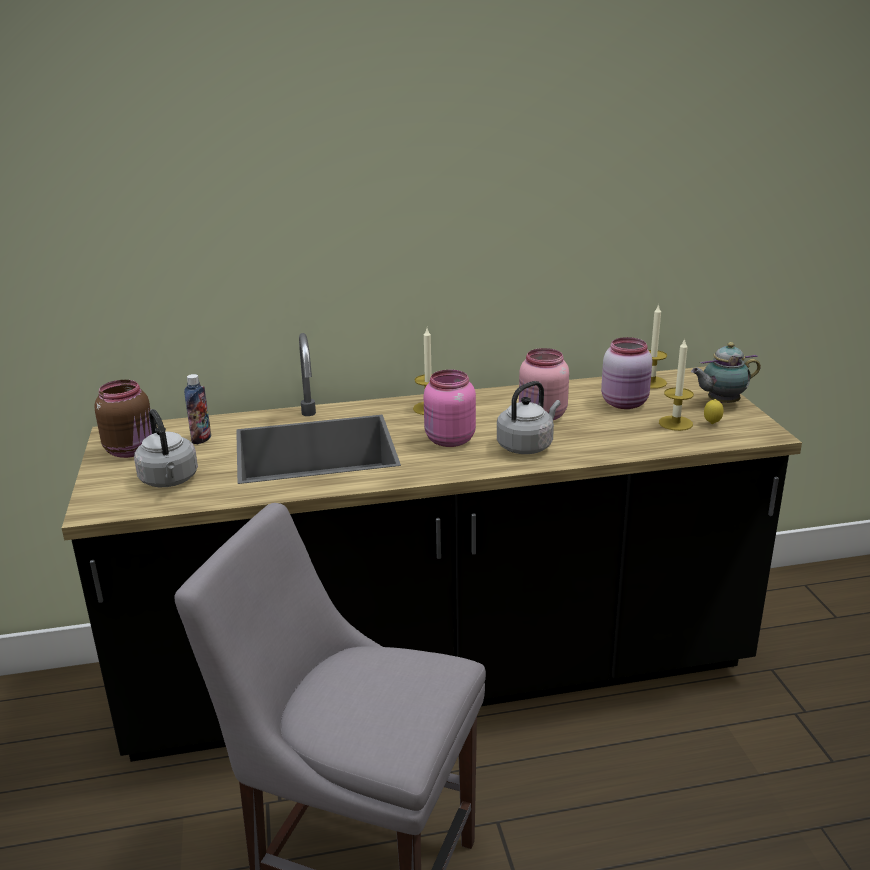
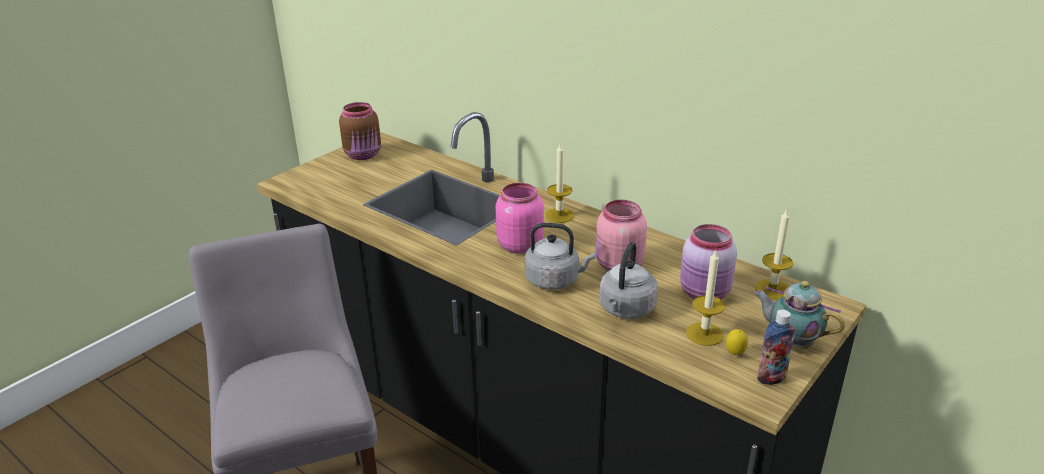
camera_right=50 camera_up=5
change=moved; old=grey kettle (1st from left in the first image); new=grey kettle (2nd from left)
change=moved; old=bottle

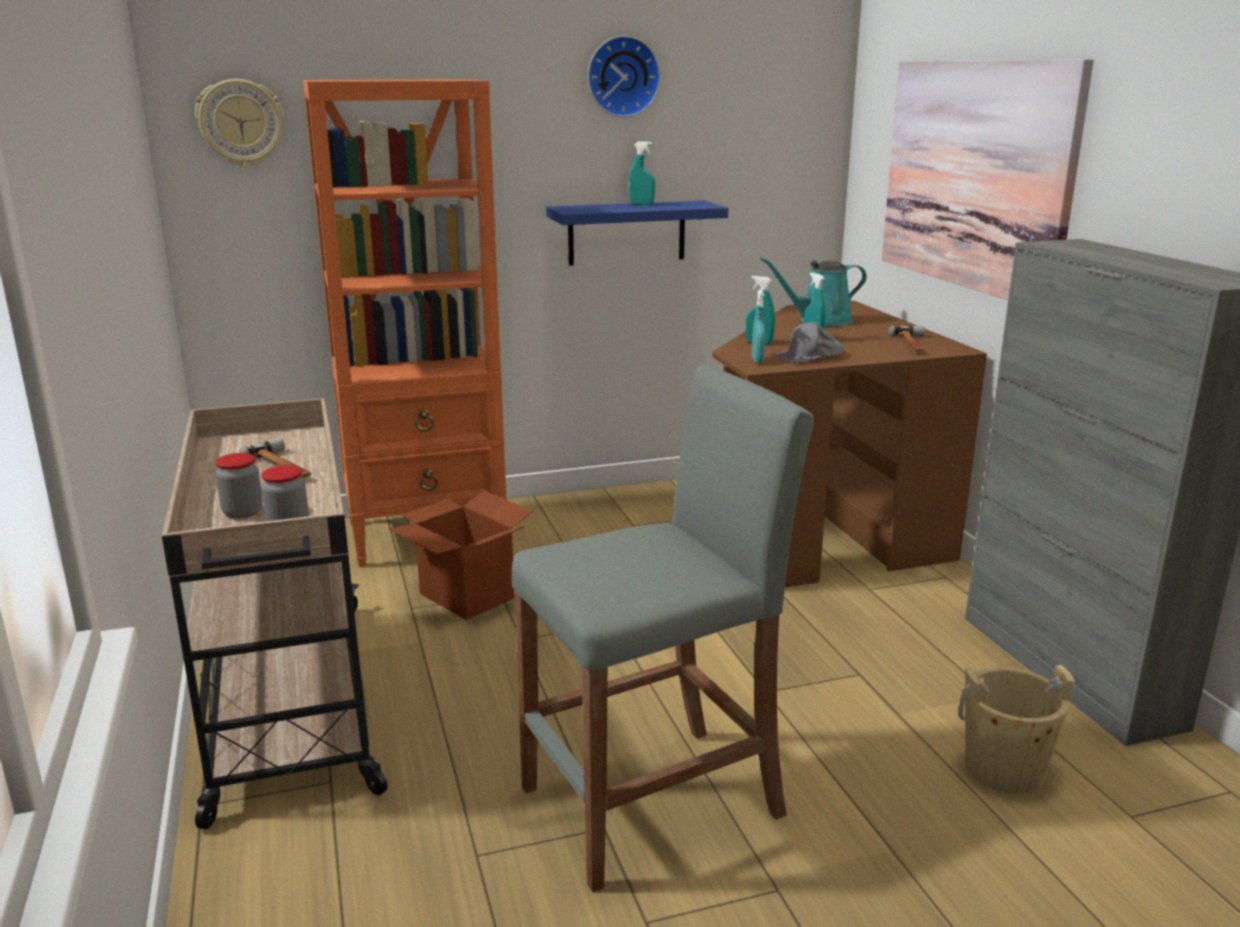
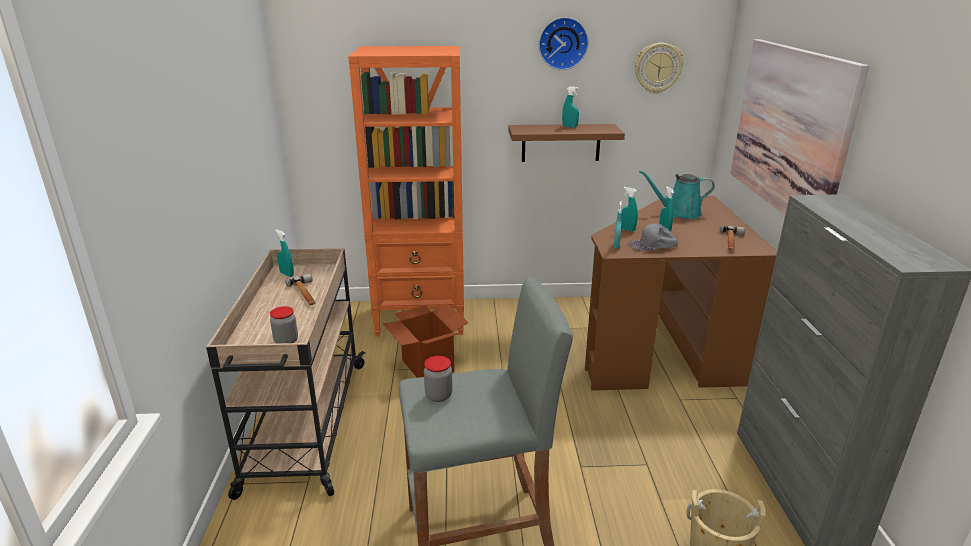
camera_right=15 camera_up=5
change=moved; old=wall clock (1st from left in the first image); new=wall clock (2nd from left)
change=moved; old=jar (1st from left in the first image); new=jar (2nd from left)
change=recoloured; old=blue shelf; new=brown shelf
change=added; new=turquoise spray bottle (1st from left)

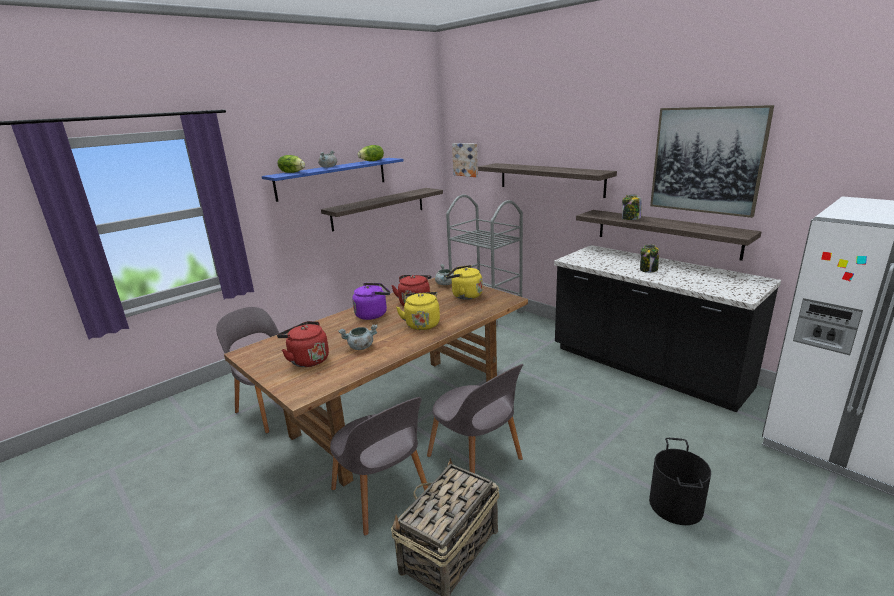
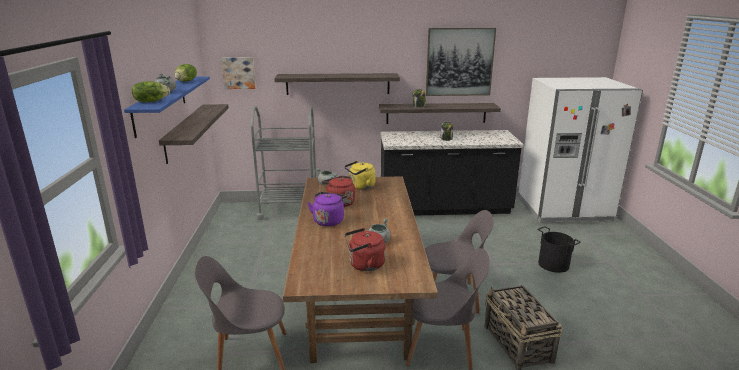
camera_right=-50 camera_up=0
change=removed; old=yellow kettle (1st from left)

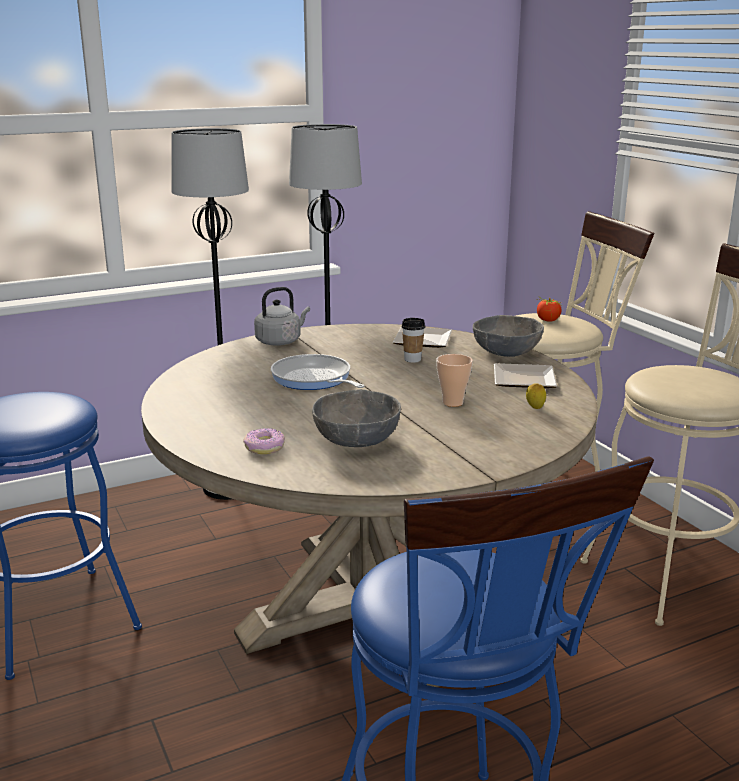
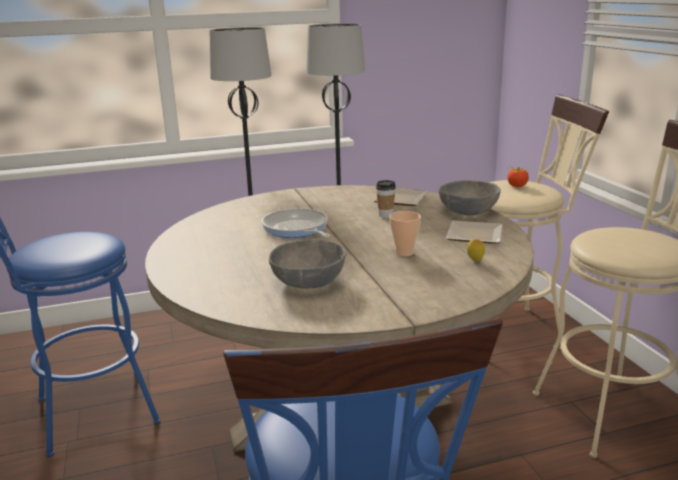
camera_right=10 camera_up=0
change=removed; old=donut
change=removed; old=grey kettle

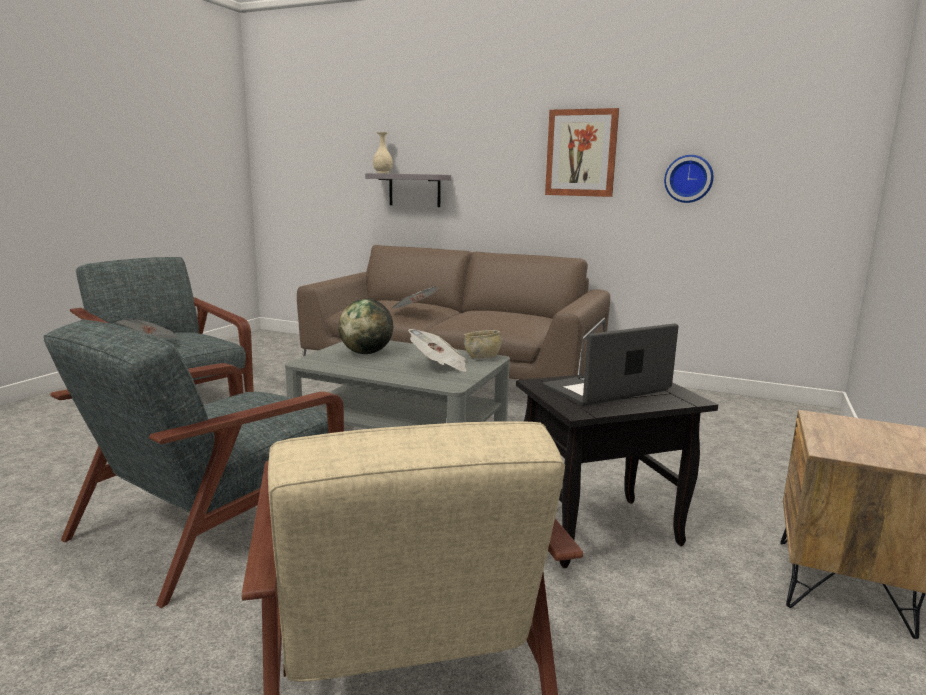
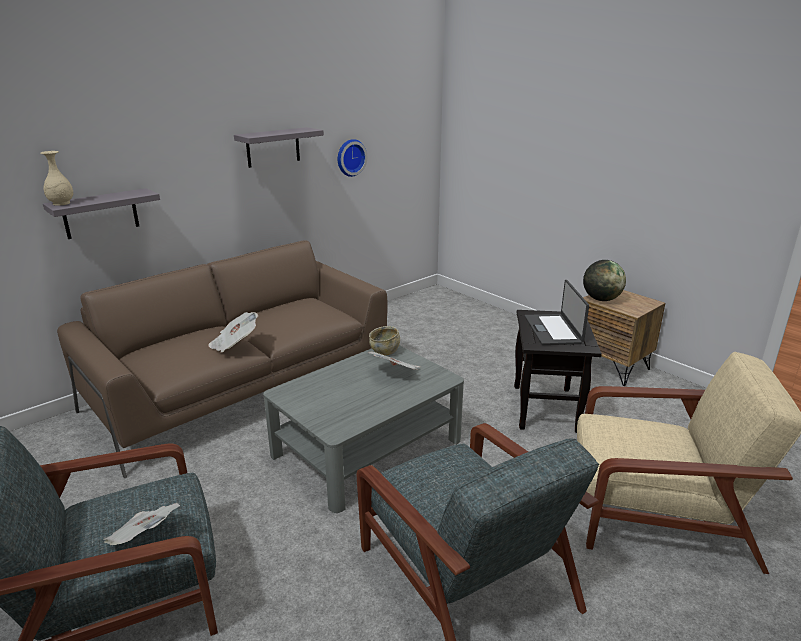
camera_right=-65 camera_up=10
change=moved; old=globe
change=replaced; old=picture; new=grey shelf (2nd from left)

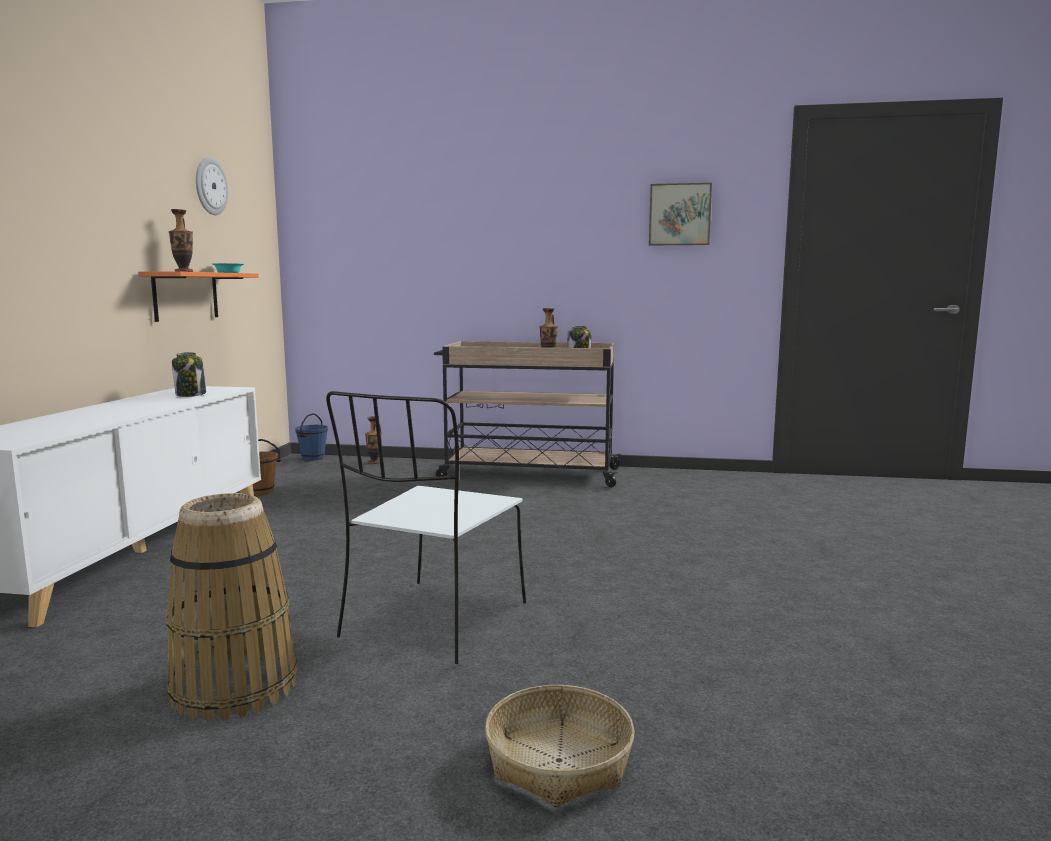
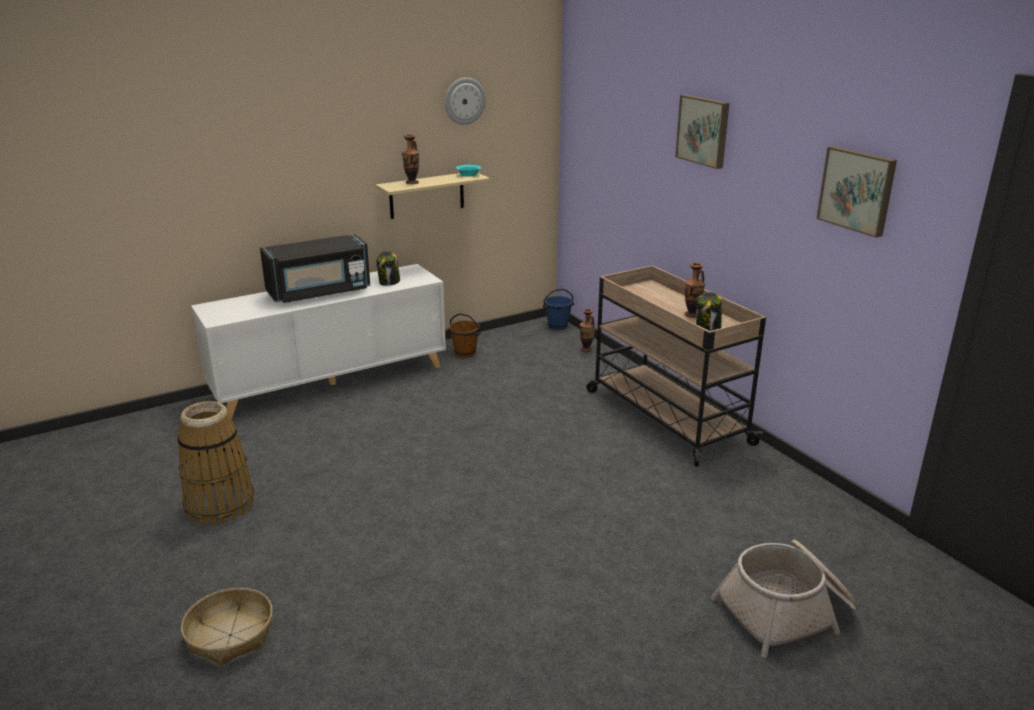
camera_right=50 camera_up=15
change=recoloured; old=orange shelf; new=beige shelf
change=removed; old=white chair
change=added; new=black microwave
change=added; new=picture (1st from left)
change=added; new=basket (3rd from left)

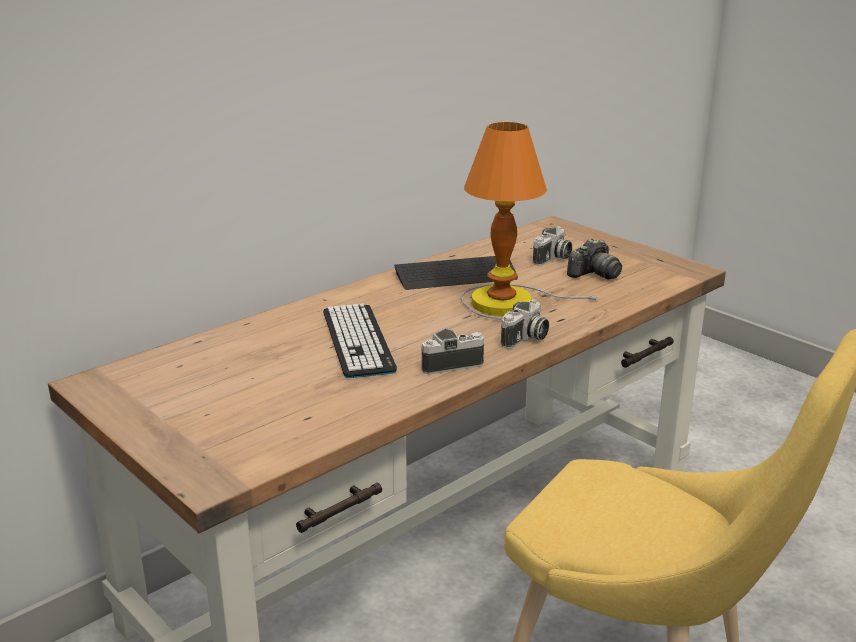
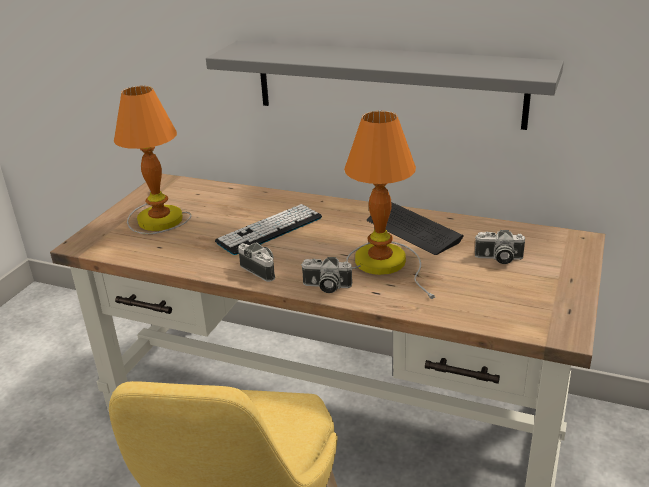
camera_right=65 camera_up=5
change=removed; old=photo camera (4th from left)
change=added; new=table lamp (1st from left)
change=added; new=grey shelf

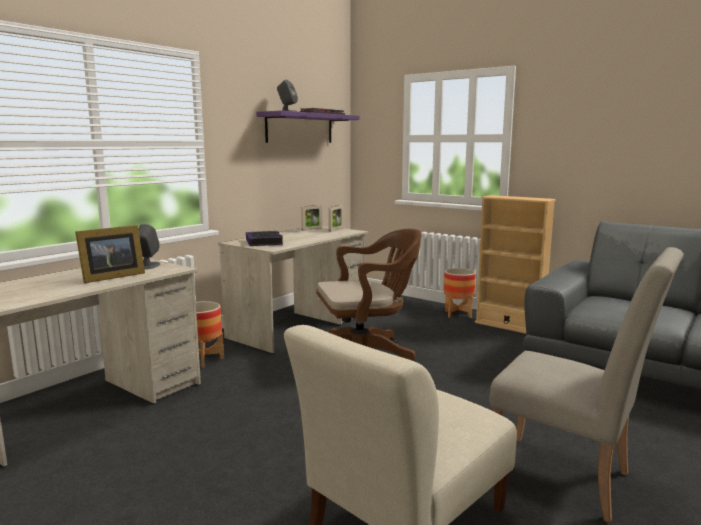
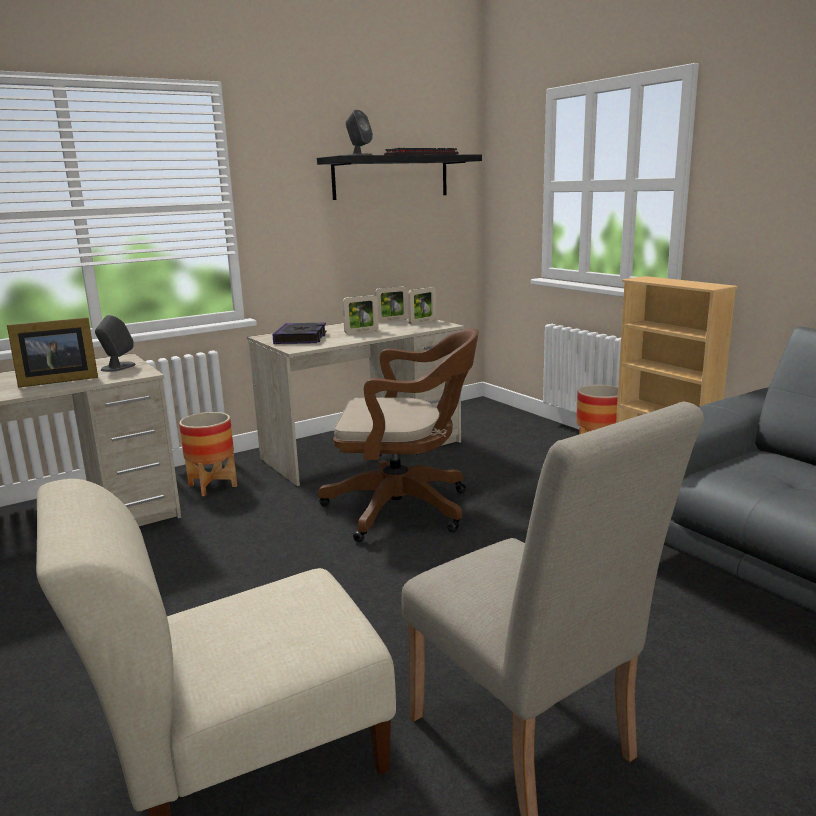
camera_right=20 camera_up=5
change=recoloured; old=purple shelf; new=black shelf
change=added; new=picture frame (2nd from left)

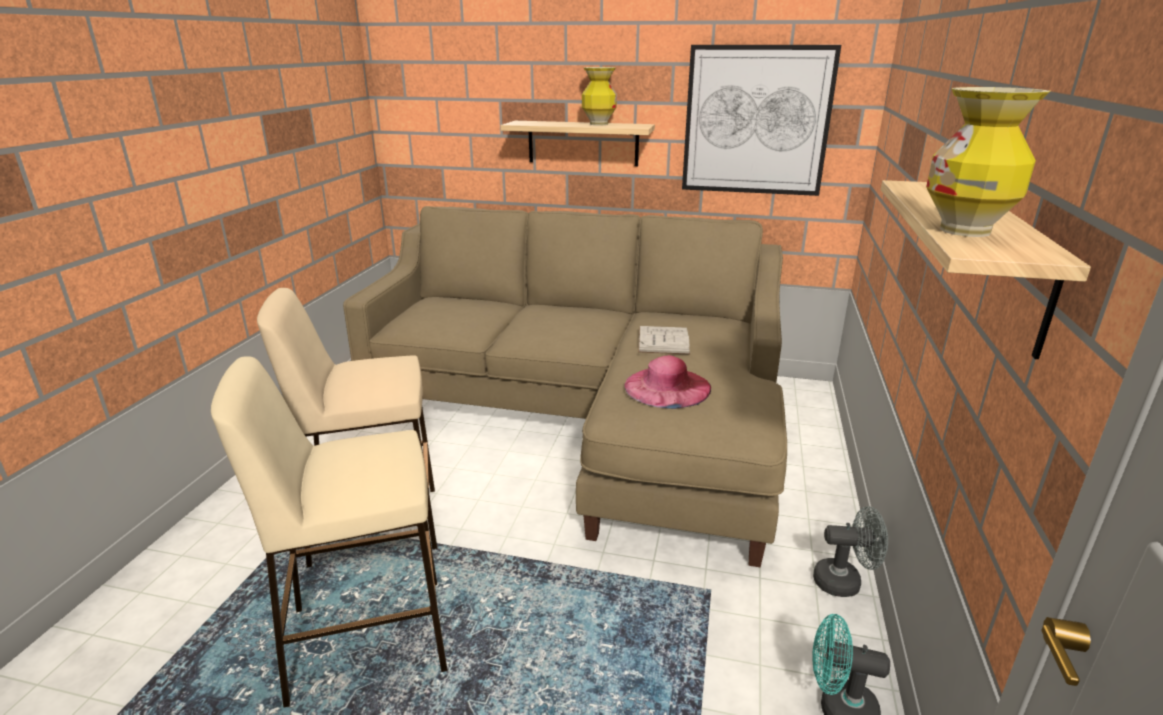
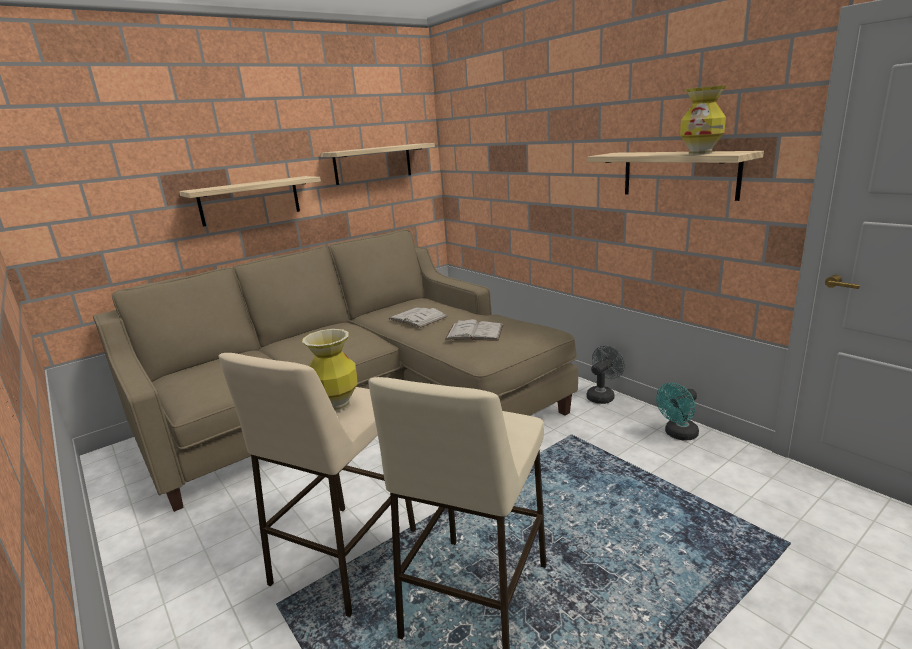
camera_right=-50 camera_up=-5
change=moved; old=vase (1st from left)
change=replaced; old=pink hat; new=white book (2nd from left)
change=replaced; old=picture; new=shelf (2nd from left)

